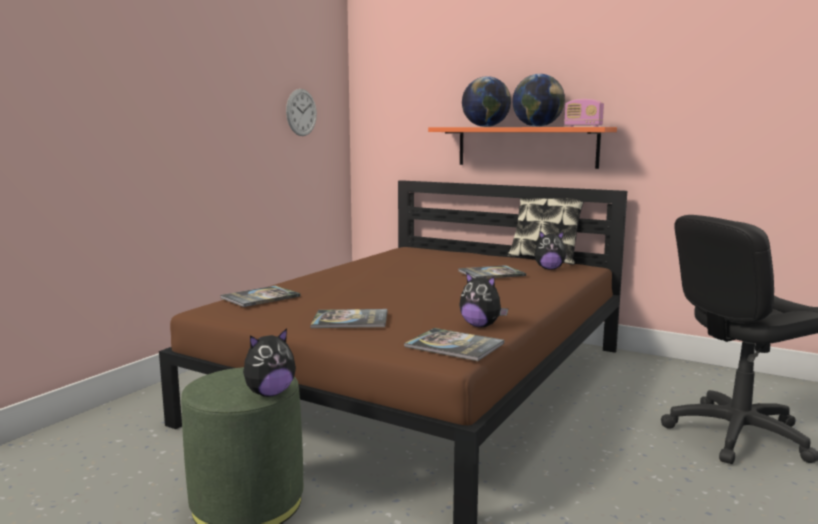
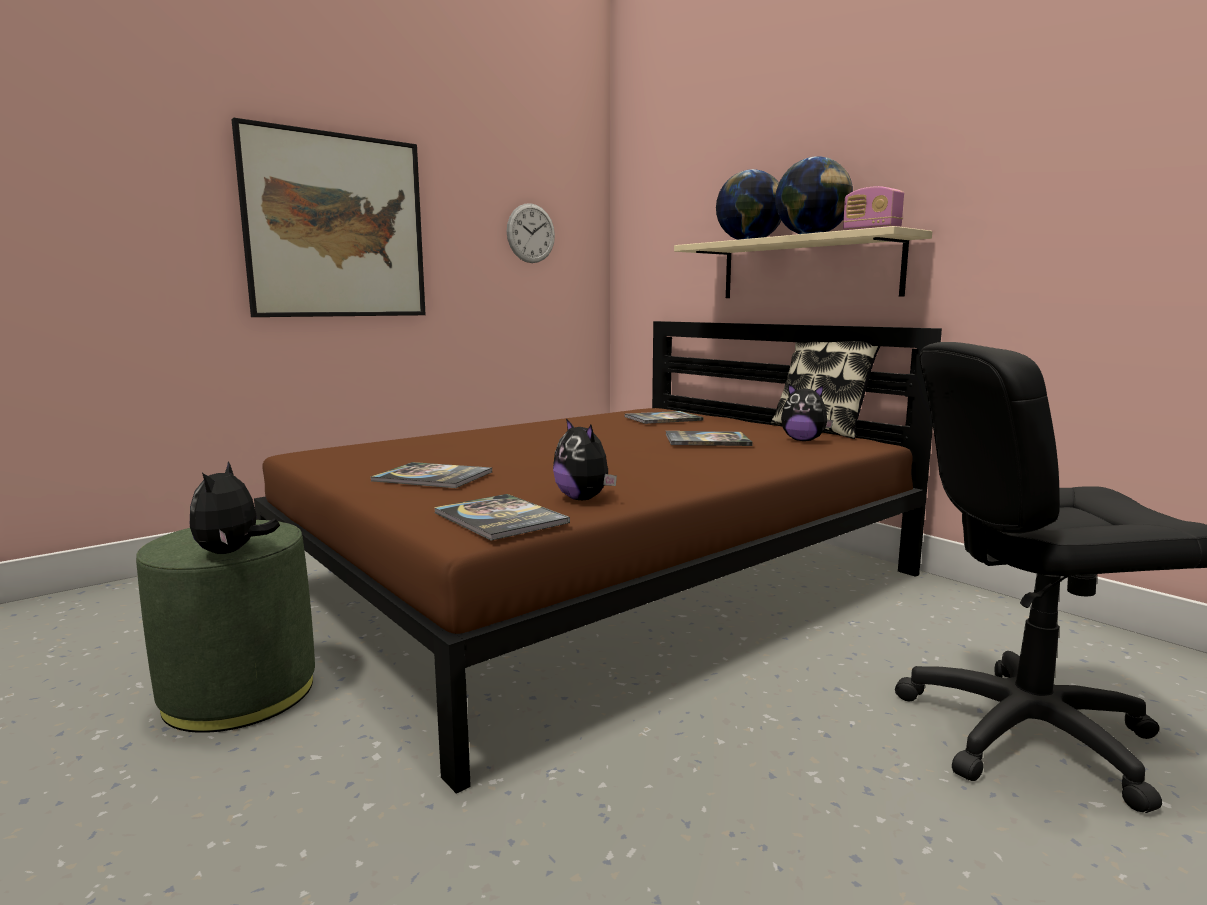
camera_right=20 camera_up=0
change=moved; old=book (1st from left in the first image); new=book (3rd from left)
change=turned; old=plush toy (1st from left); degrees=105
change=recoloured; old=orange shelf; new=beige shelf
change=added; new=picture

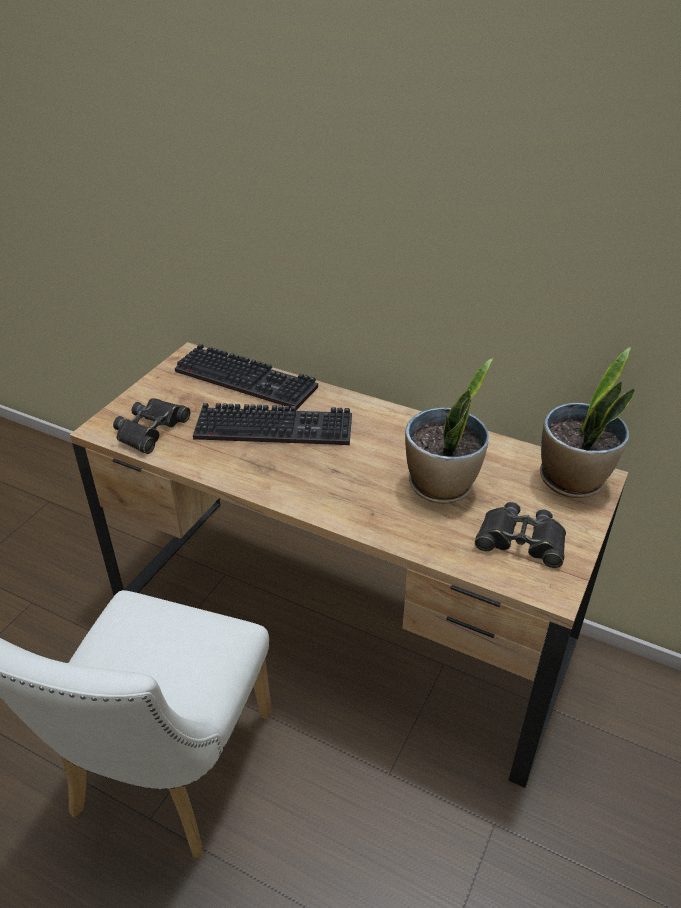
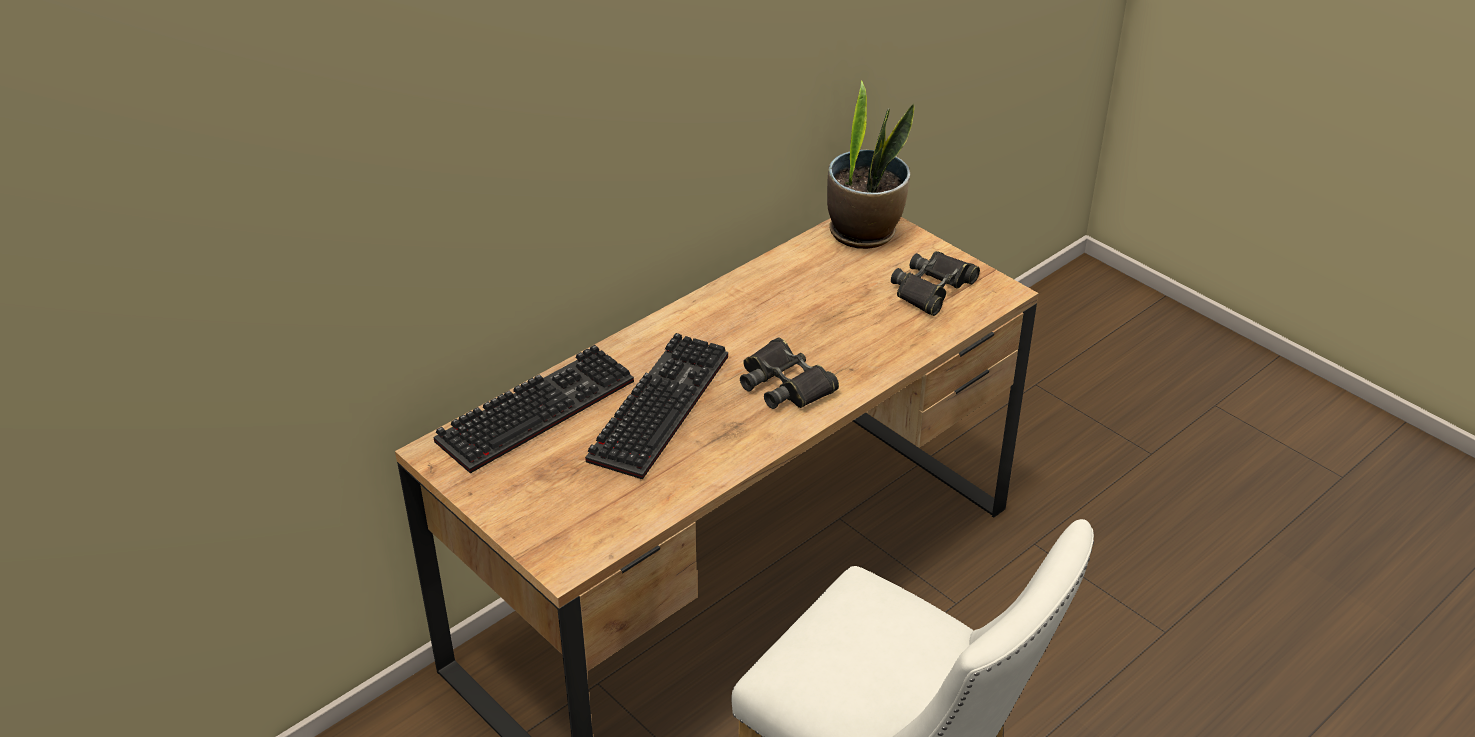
camera_right=-70 camera_up=0
change=moved; old=black binoculars (1st from left)
change=removed; old=potted plant (1st from left)

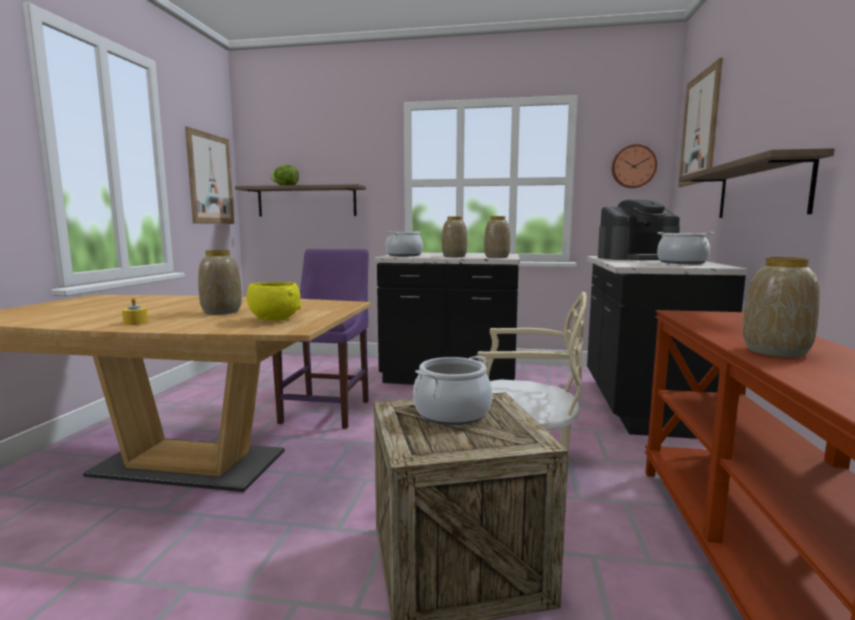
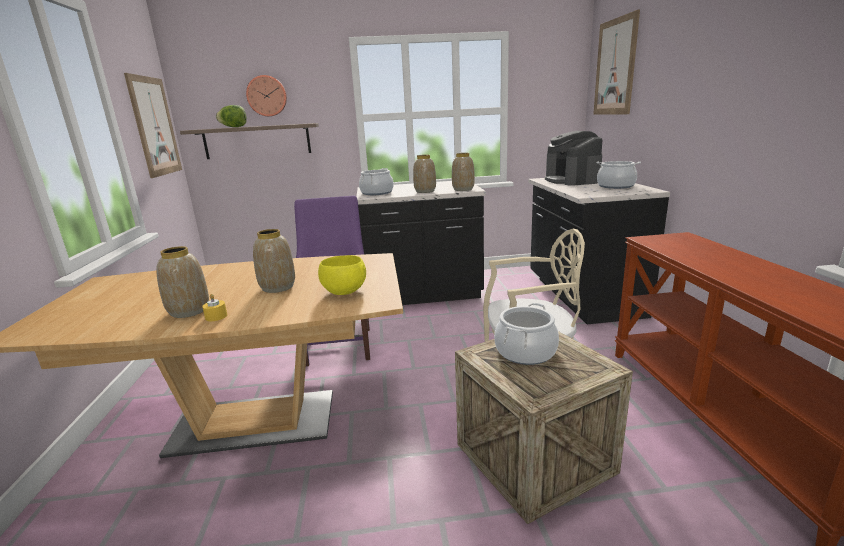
camera_right=-15 camera_up=10
change=turned; old=coffee machine; degrees=105
change=moved; old=wall clock
change=removed; old=shelf (2nd from left)
change=moved; old=vase (4th from left in the first image); new=vase (1st from left)

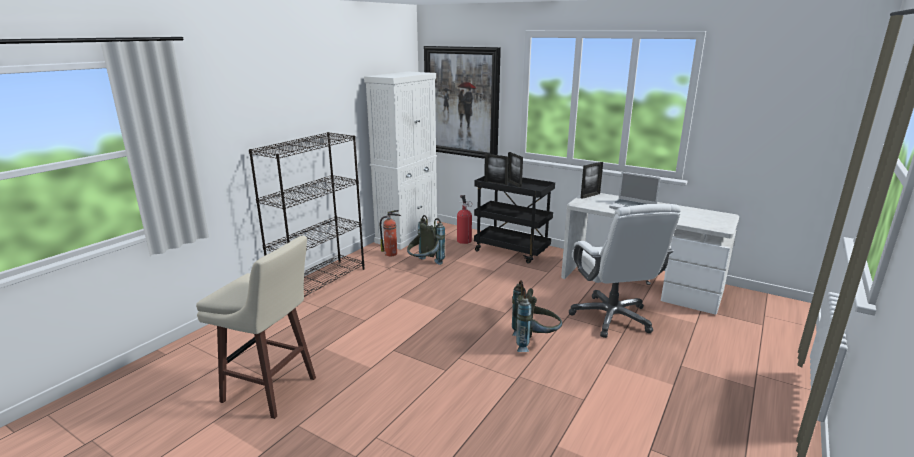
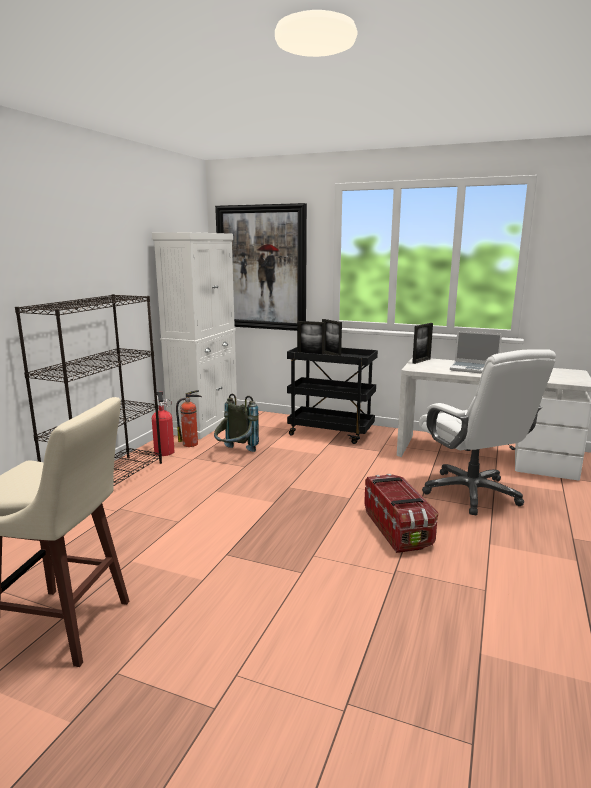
camera_right=-10 camera_up=-5
change=moved; old=fire extinguisher (2nd from left in the first image); new=fire extinguisher (1st from left)
change=replaced; old=grey backpack (2nd from left); new=storage box

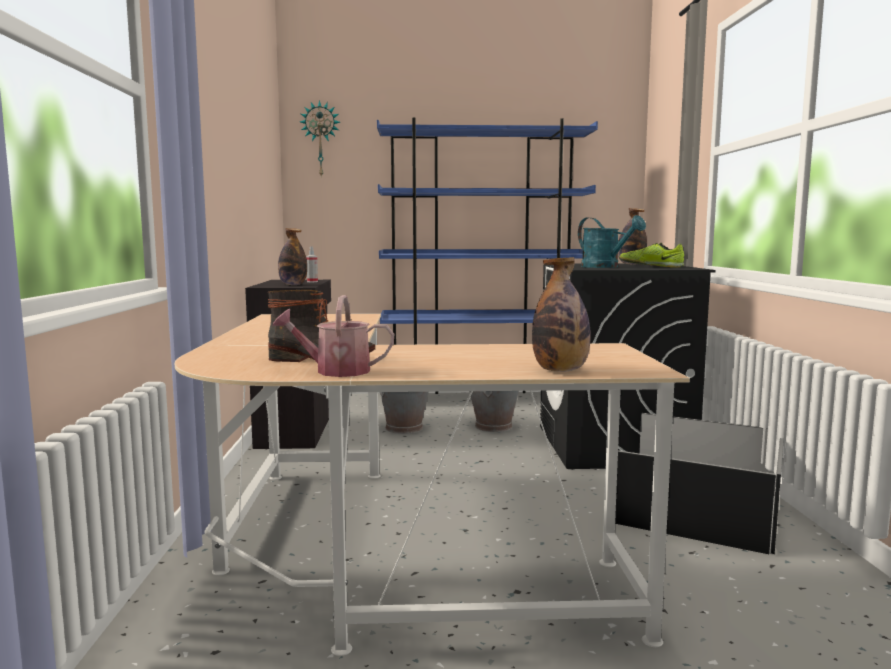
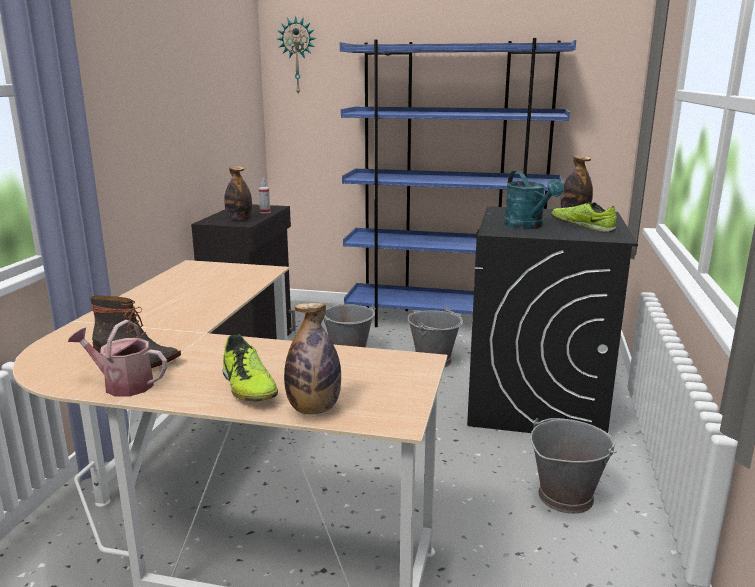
camera_right=15 camera_up=10
change=replaced; old=black storage box; new=grey bucket (3rd from left)
change=added; new=shoe (1st from left)

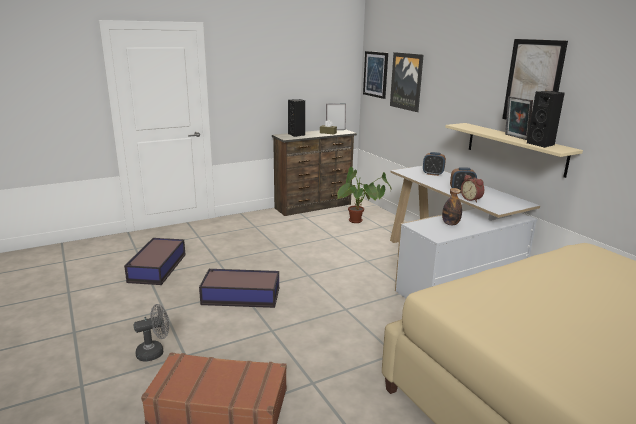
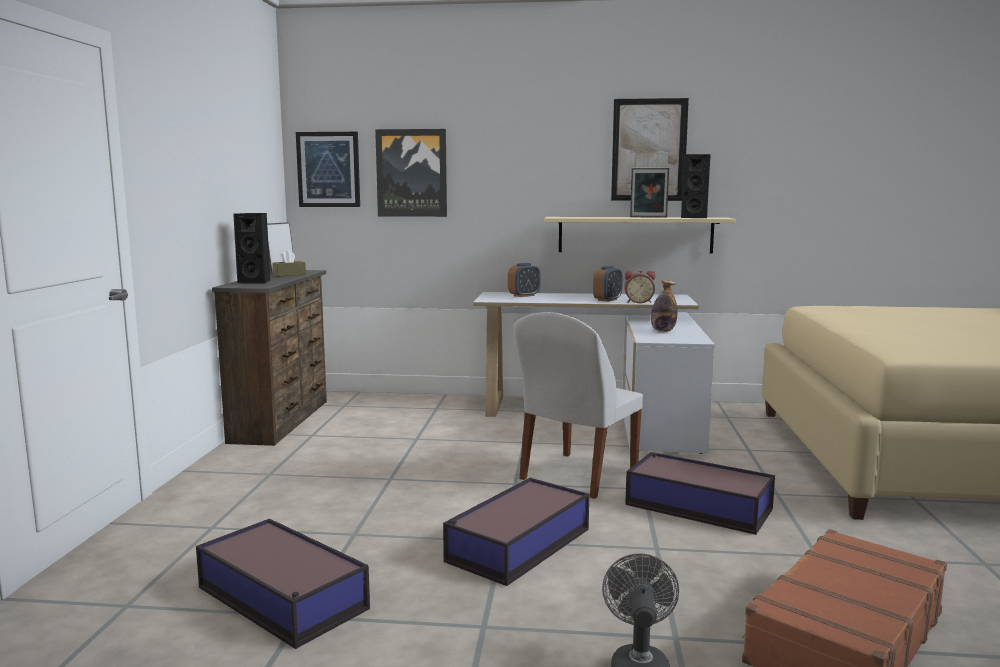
camera_right=-55 camera_up=-10
change=removed; old=potted plant
change=added; new=white chair
change=added; new=storage box (3rd from left)

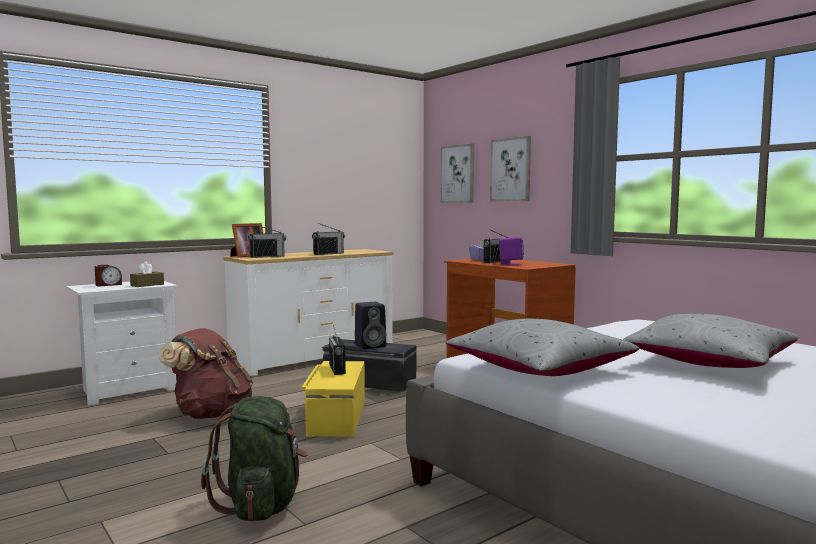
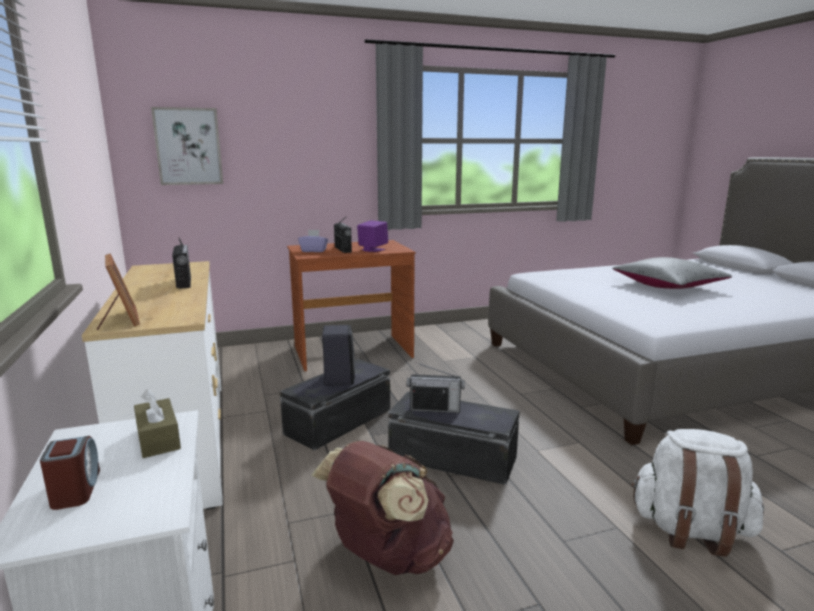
camera_right=-70 camera_up=10
change=recoloured; old=green backpack; new=white backpack
change=removed; old=radio (1st from left)
change=recoloured; old=yellow storage box; new=black storage box (2nd from left)
change=removed; old=grey pillow (1st from left)
change=removed; old=picture (2nd from left)

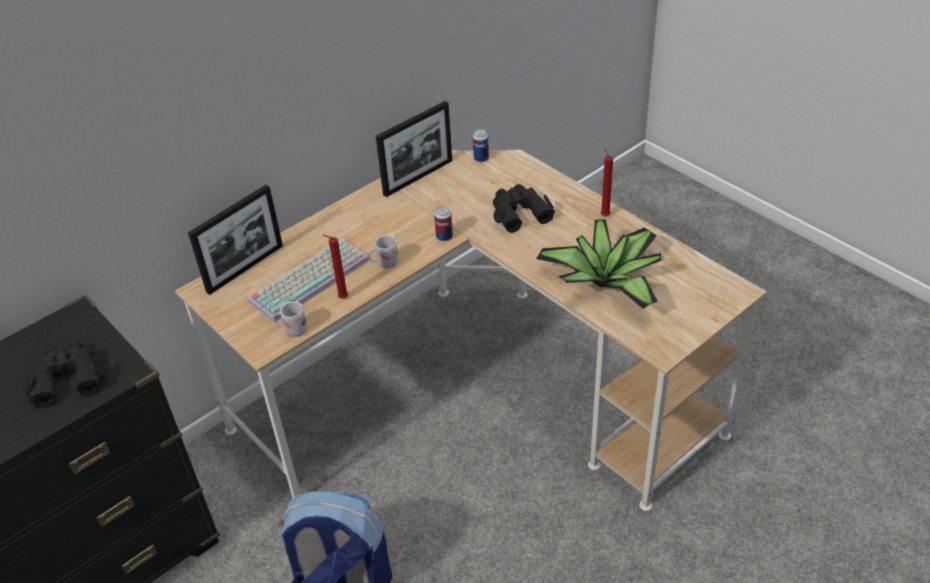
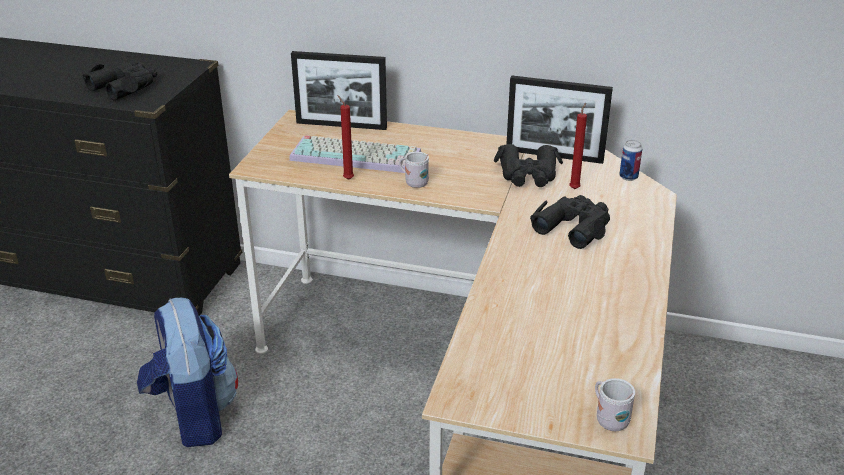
camera_right=55 camera_up=-10
change=moved; old=white mug (1st from left in the first image); new=white mug (2nd from left)
change=removed; old=can (1st from left)
change=removed; old=potted plant
change=moved; old=red candle (2nd from left)
change=added; new=black binoculars (2nd from left)

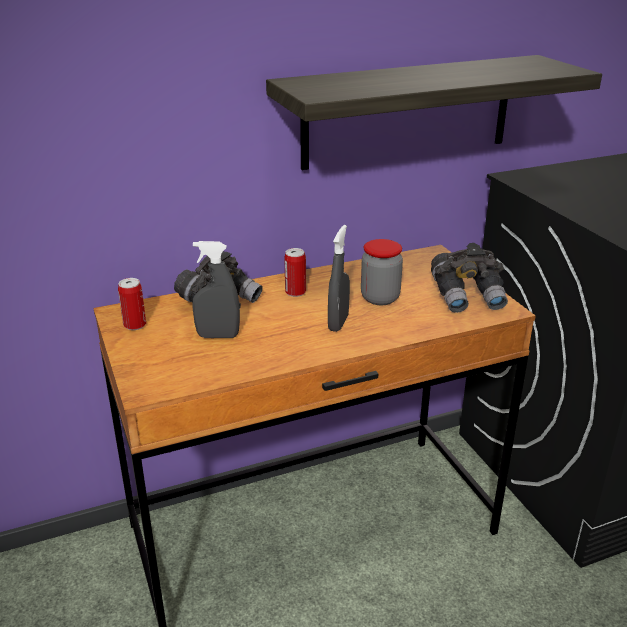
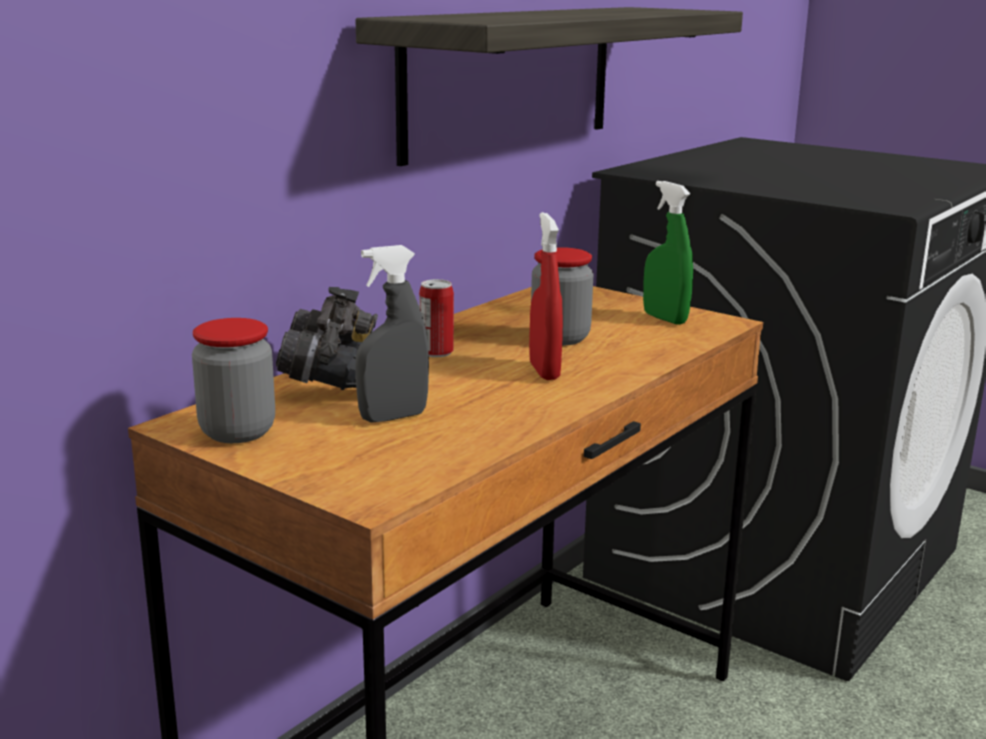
camera_right=-30 camera_up=-10
change=replaced; old=can (1st from left); new=jar (1st from left)
change=recoloured; old=grey spray bottle (2nd from left); new=red spray bottle
change=replaced; old=grey binoculars (2nd from left); new=green spray bottle

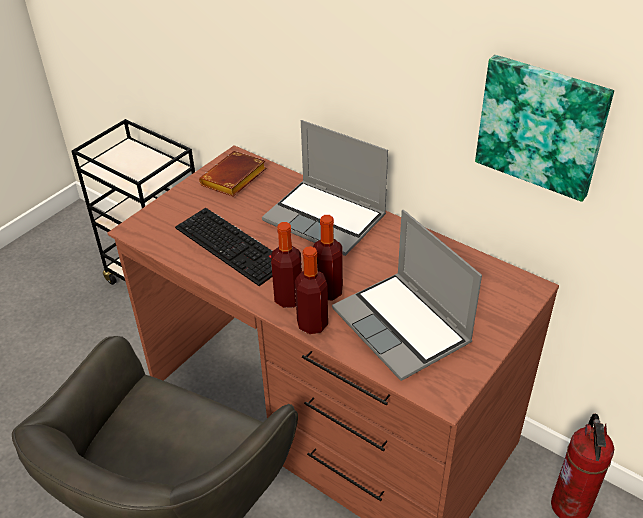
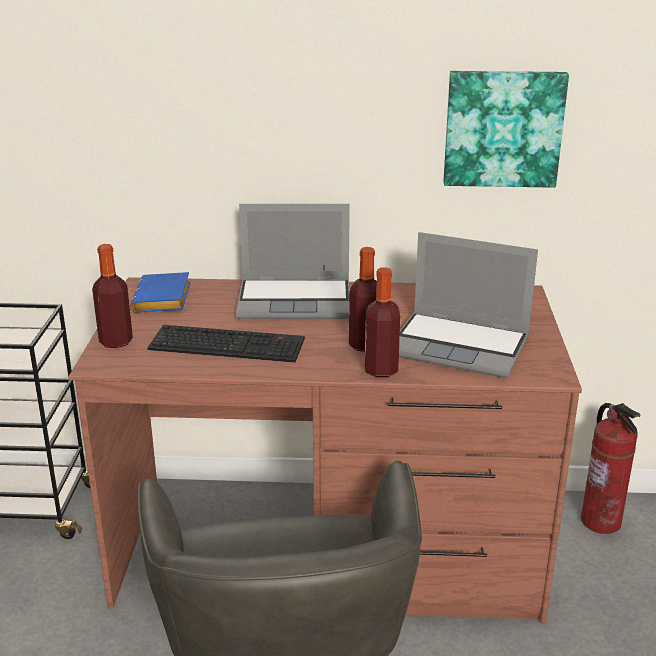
camera_right=-35 camera_up=-15
change=recoloured; old=brown book; new=blue book
change=moved; old=bottle (1st from left)

